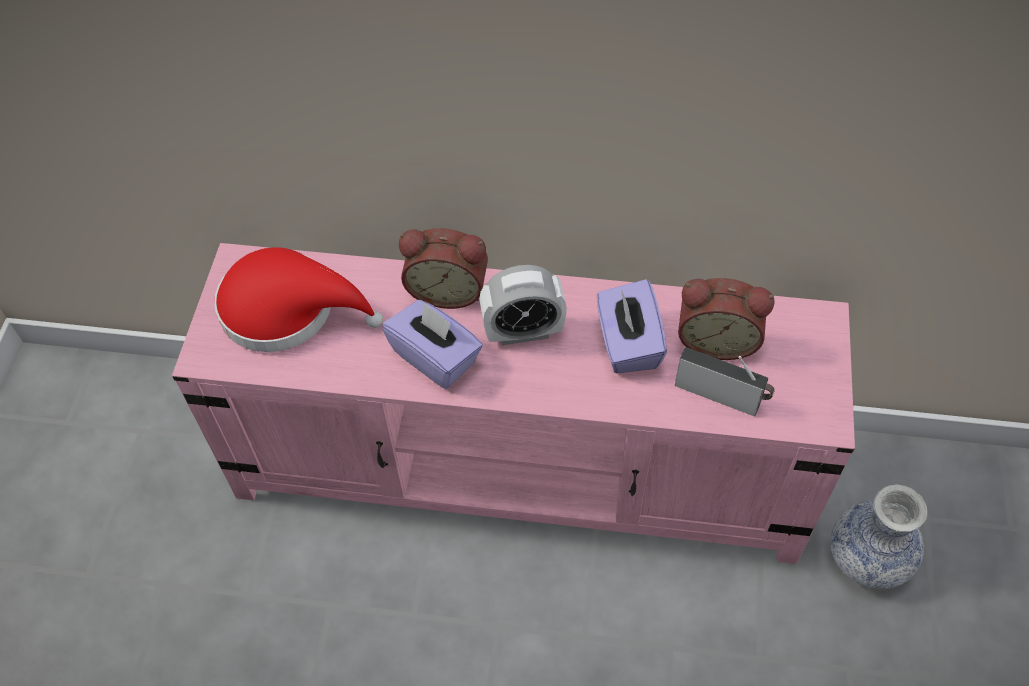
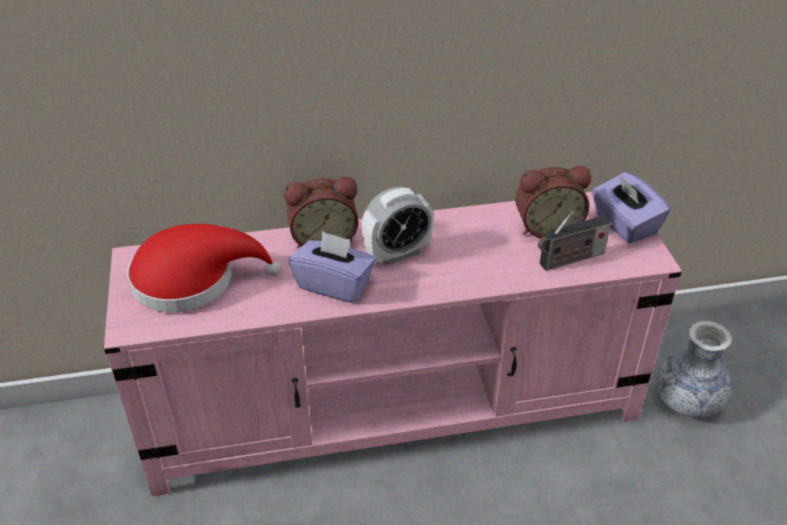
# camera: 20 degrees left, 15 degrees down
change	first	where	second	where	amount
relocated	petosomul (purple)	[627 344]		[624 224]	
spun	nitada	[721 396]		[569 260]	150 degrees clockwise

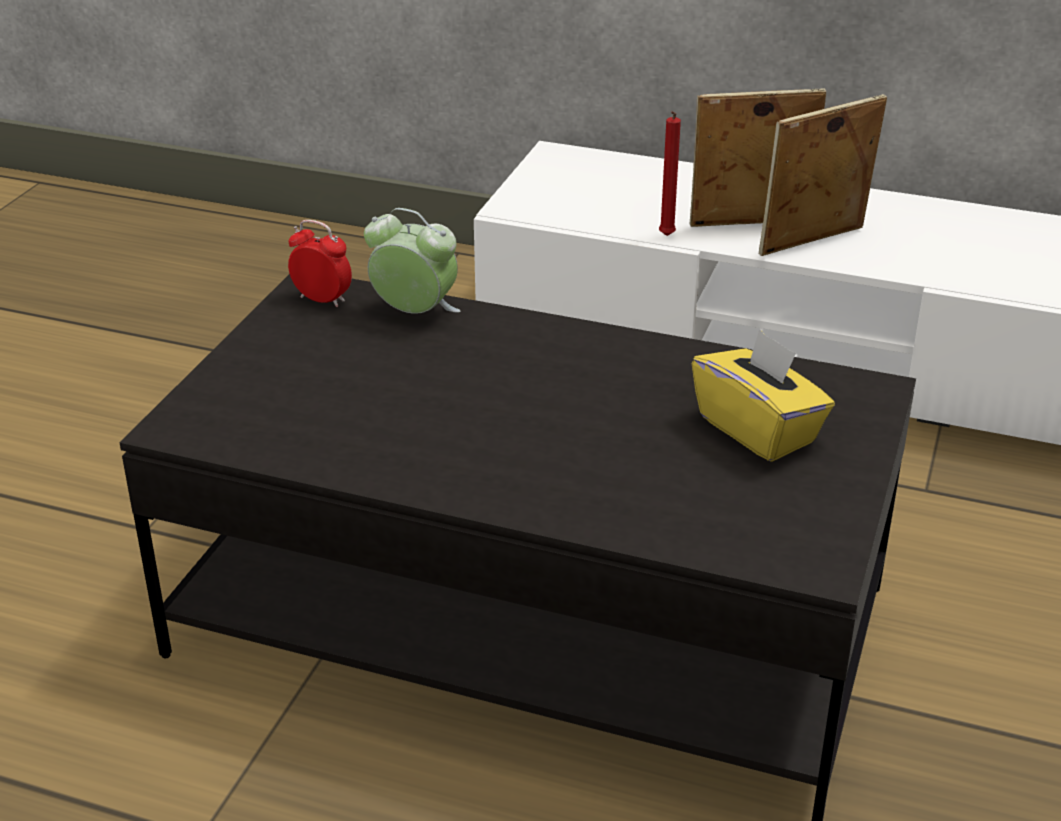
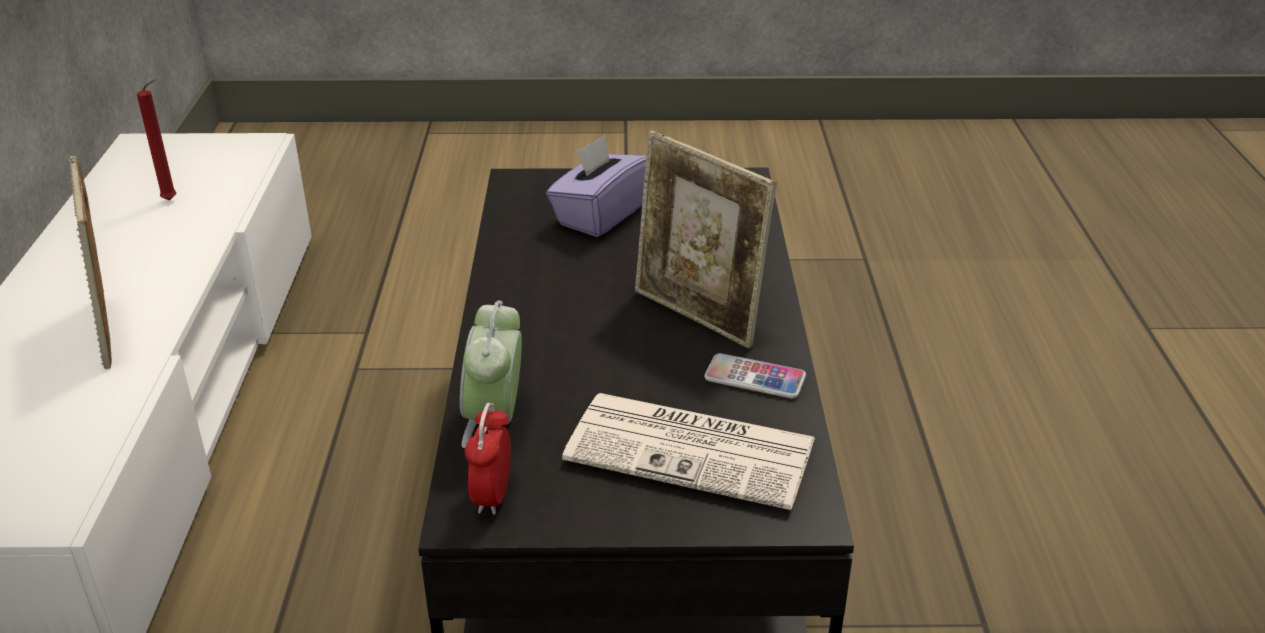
# camera: 110 degrees left, 0 degrees up
change	first	where	second	where	amount
relocated	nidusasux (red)	[666 237]		[172 200]	
colour	petosomul (yellow)	[758 429]	petosomul (purple)	[599 215]	
relocated	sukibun	[813 244]		[697 316]	
appeared			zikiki	[694 450]	
appeared			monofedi	[755 378]	

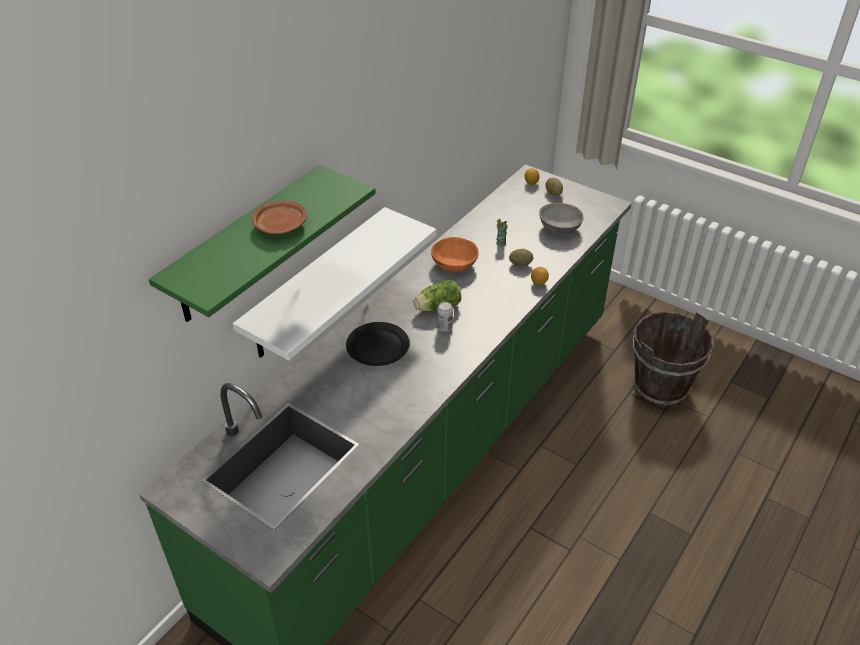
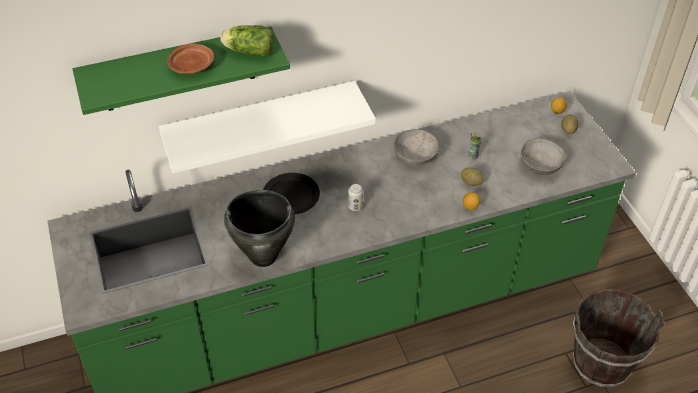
# camera: 35 degrees right, 5 degrees up
change	first	where	second	where	amount
relocated	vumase	[436 307]		[248 51]	
colour	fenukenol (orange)	[454 264]	fenukenol (grey)	[415 156]	
appeared			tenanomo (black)	[263 256]	

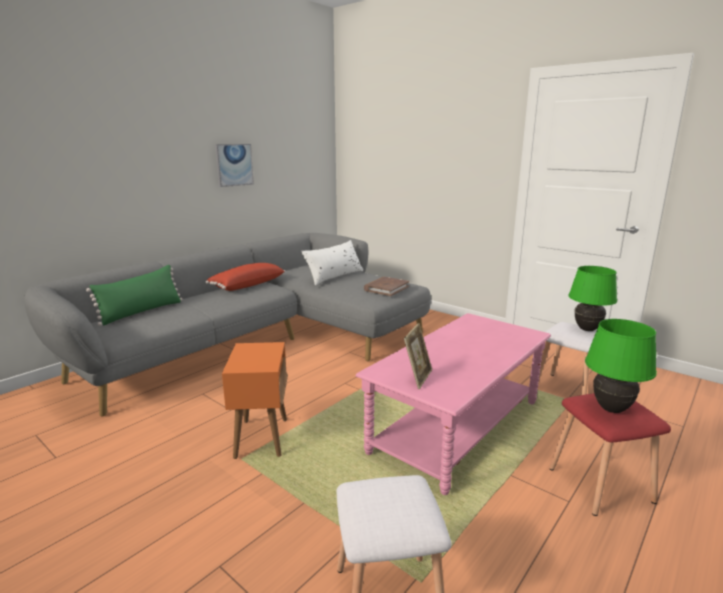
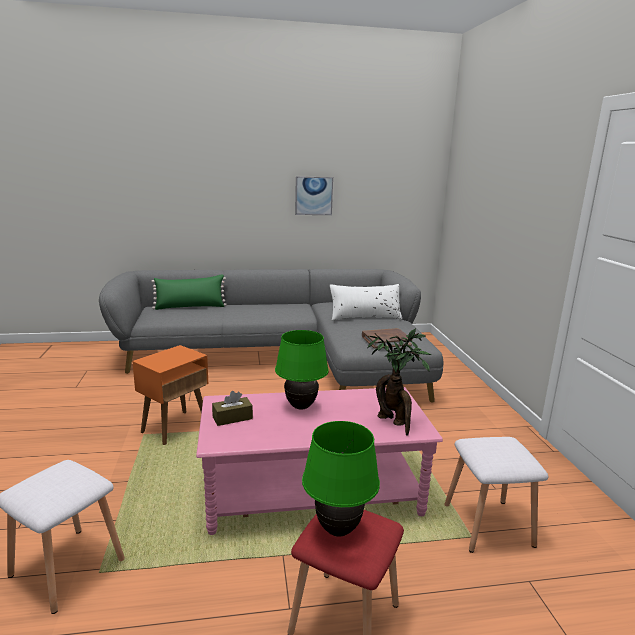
# camera: 40 degrees right, 0 degrees up
change	first	where	second	where	amount
missing	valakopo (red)	[247 285]			
exchanged	sukibun	[417 377]	petosomul (brown)	[232 418]	
relocated	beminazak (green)	[587 329]		[300 407]	
appeared			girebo	[394 422]	

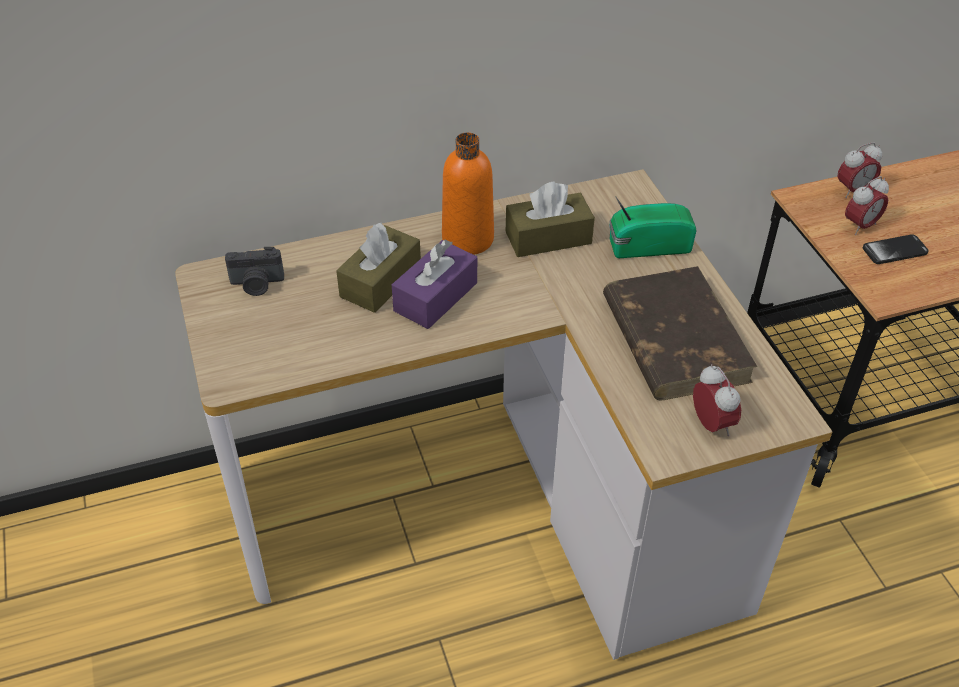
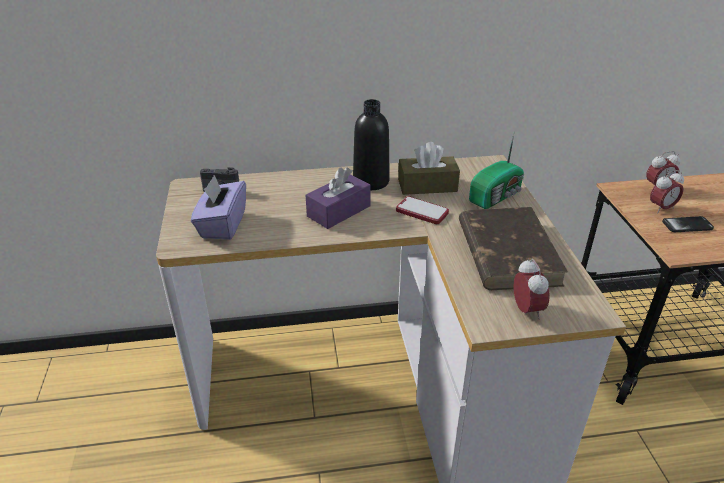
# camera: 10 degrees right, 10 degrees down
change	first	where	second	where	amount
missing	petosomul (brown)	[380 281]			
colour	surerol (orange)	[468 239]	surerol (black)	[371 181]	
spun	nitada	[646 245]		[497 196]	135 degrees clockwise
appeared			petosomul (purple)	[222 225]	
appeared			monofedi	[422 212]	

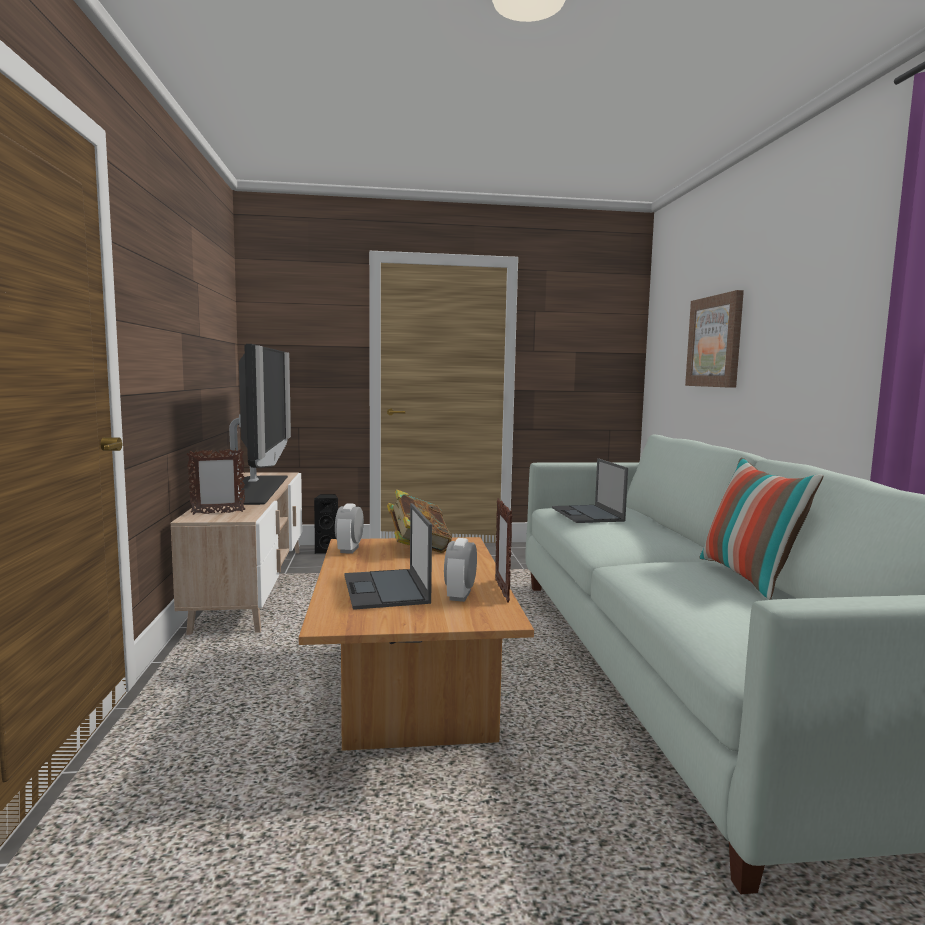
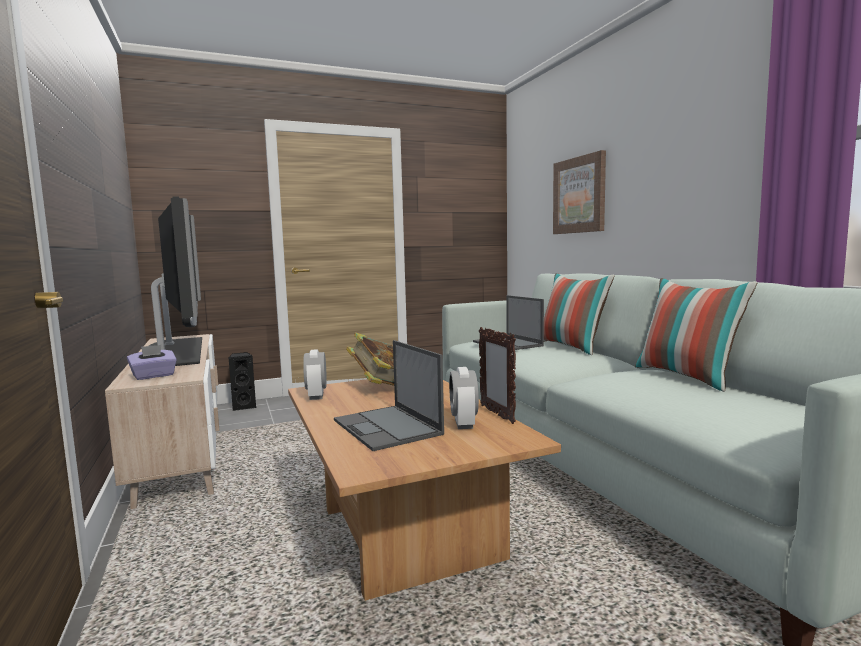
# camera: 15 degrees left, 0 degrees up
change	first	where	second	where	amount
exchanged	sukibun	[217 513]	petosomul (purple)	[154 376]	
appeared			valakopo	[571 347]	

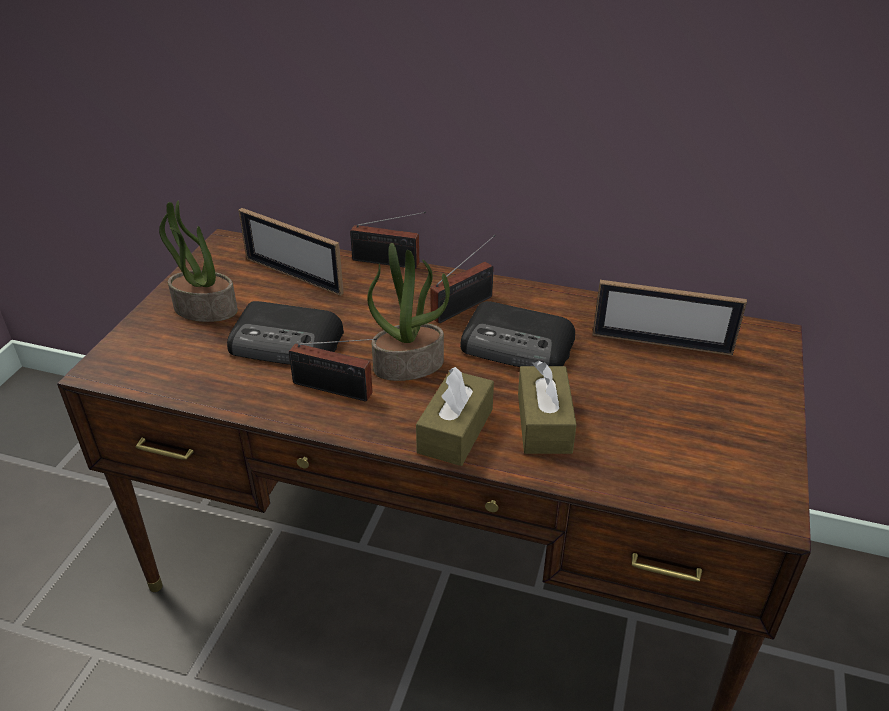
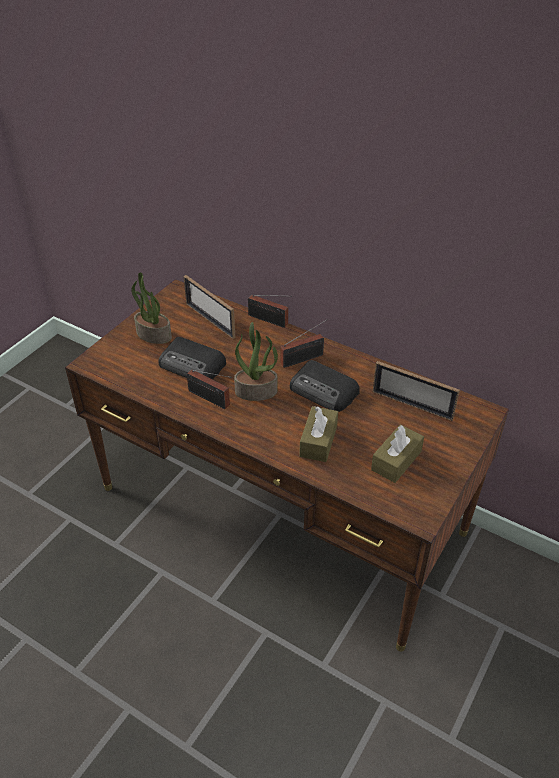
# camera: 15 degrees right, 5 degrees up
change	first	where	second	where	amount
relocated	petosomul (brown)	[455 430]		[396 460]	

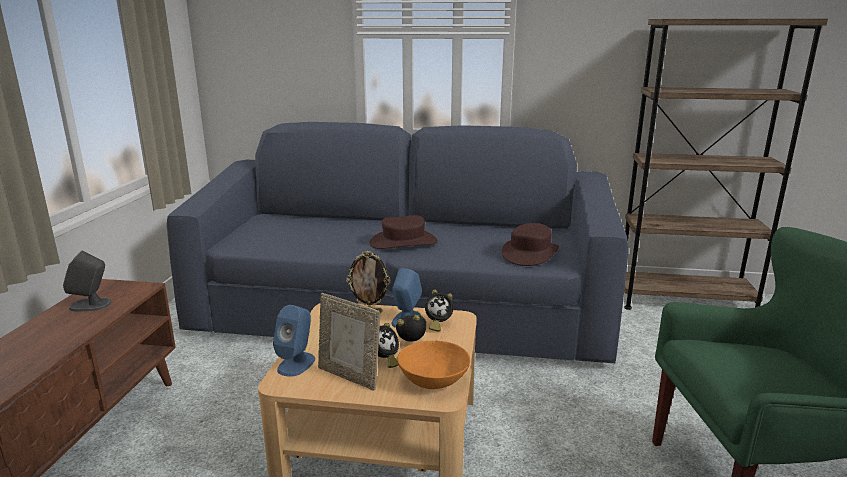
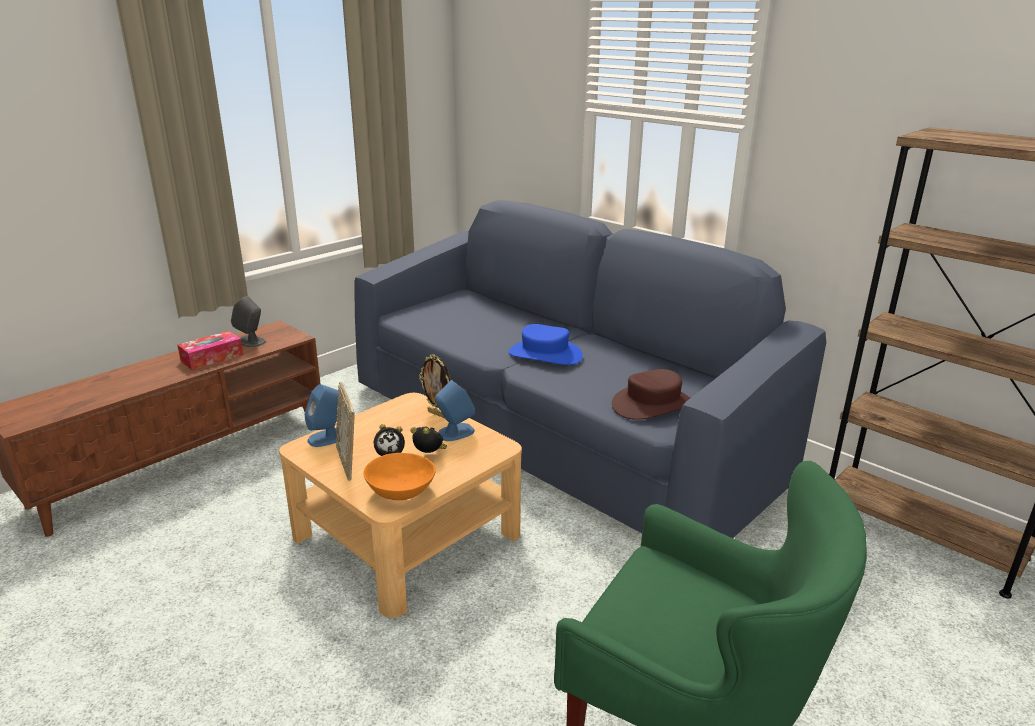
# camera: 35 degrees right, 5 degrees up
change	first	where	second	where	amount
colour	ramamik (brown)	[403 242]	ramamik (blue)	[545 355]	
missing	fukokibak	[437 324]			
appeared			petosomul	[212 358]	

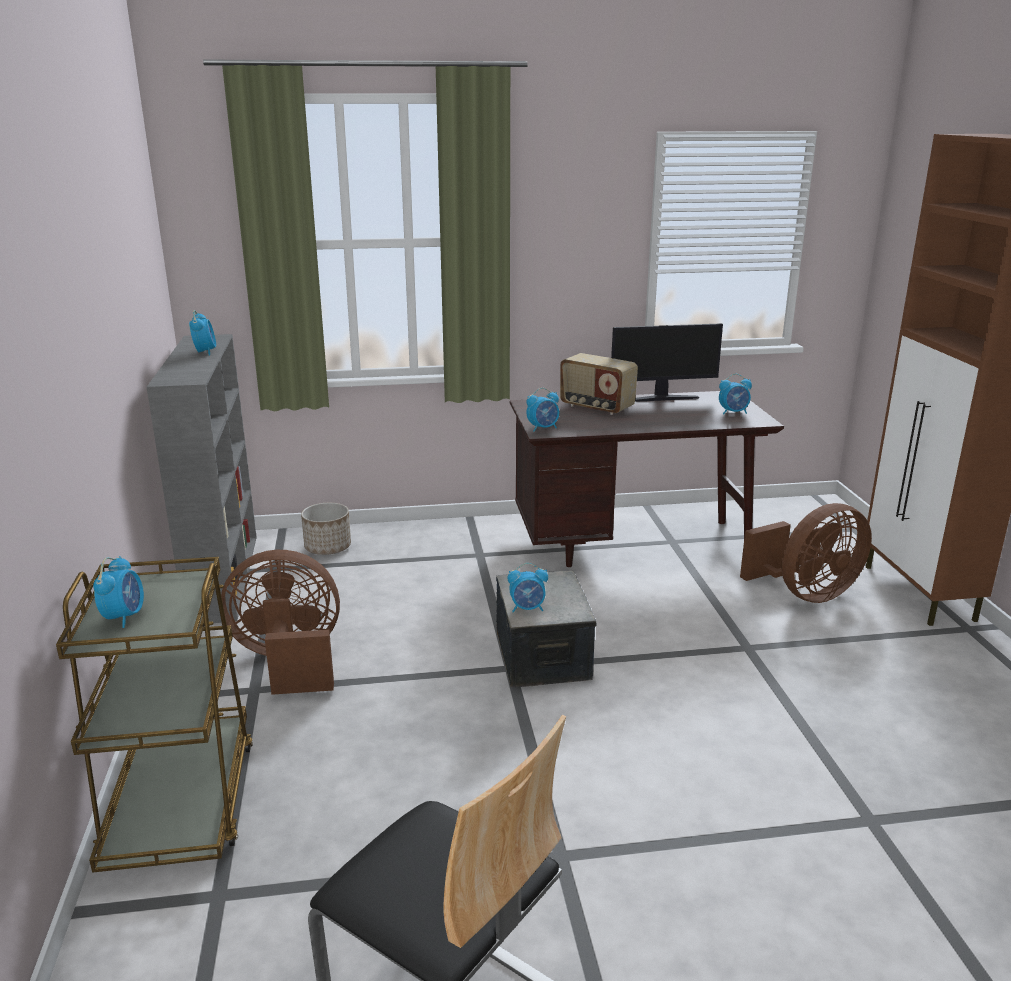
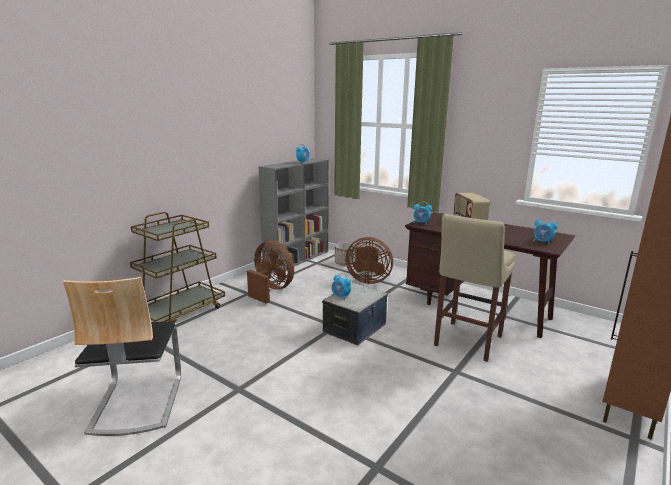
# camera: 45 degrees right, 5 degrees down
change	first	where	second	where	amount
missing	fukokibak	[124 616]			
missing	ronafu	[662 398]			
relocated	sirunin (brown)	[806 593]		[368 280]	
appeared			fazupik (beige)	[466 342]	

